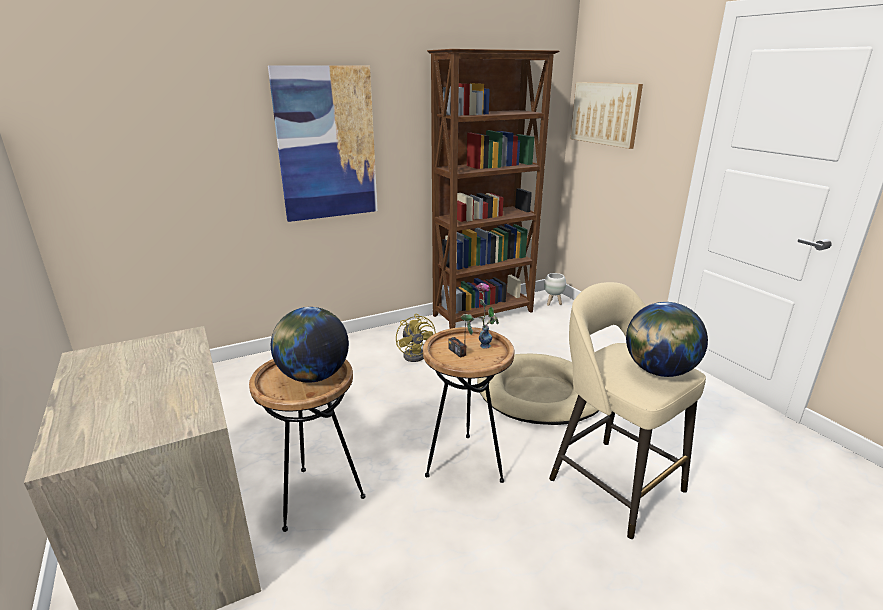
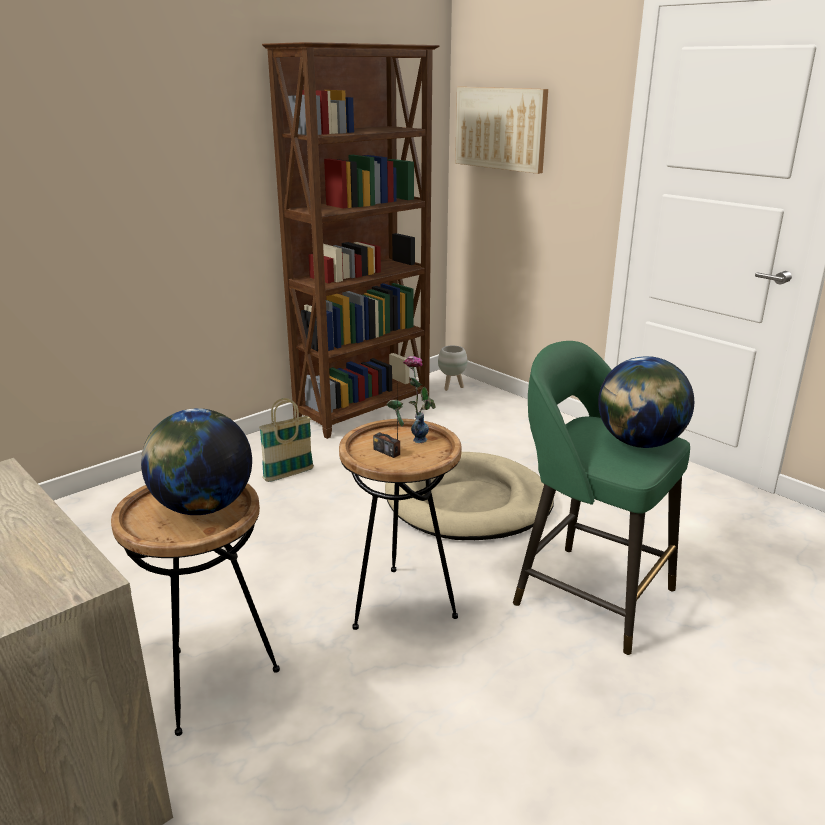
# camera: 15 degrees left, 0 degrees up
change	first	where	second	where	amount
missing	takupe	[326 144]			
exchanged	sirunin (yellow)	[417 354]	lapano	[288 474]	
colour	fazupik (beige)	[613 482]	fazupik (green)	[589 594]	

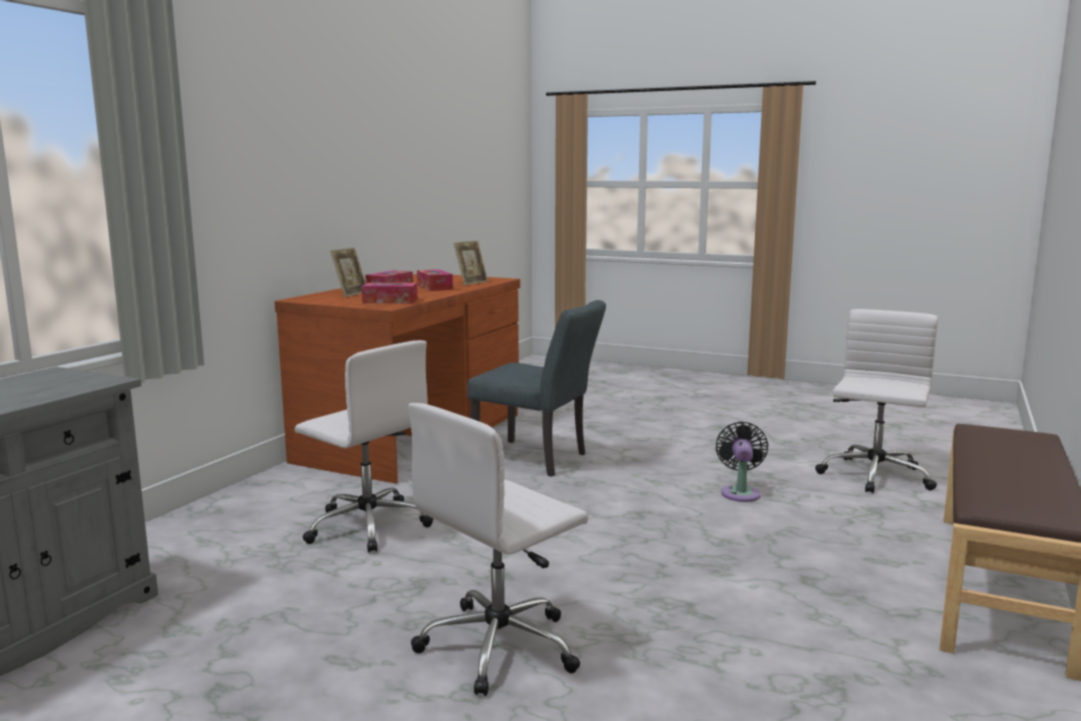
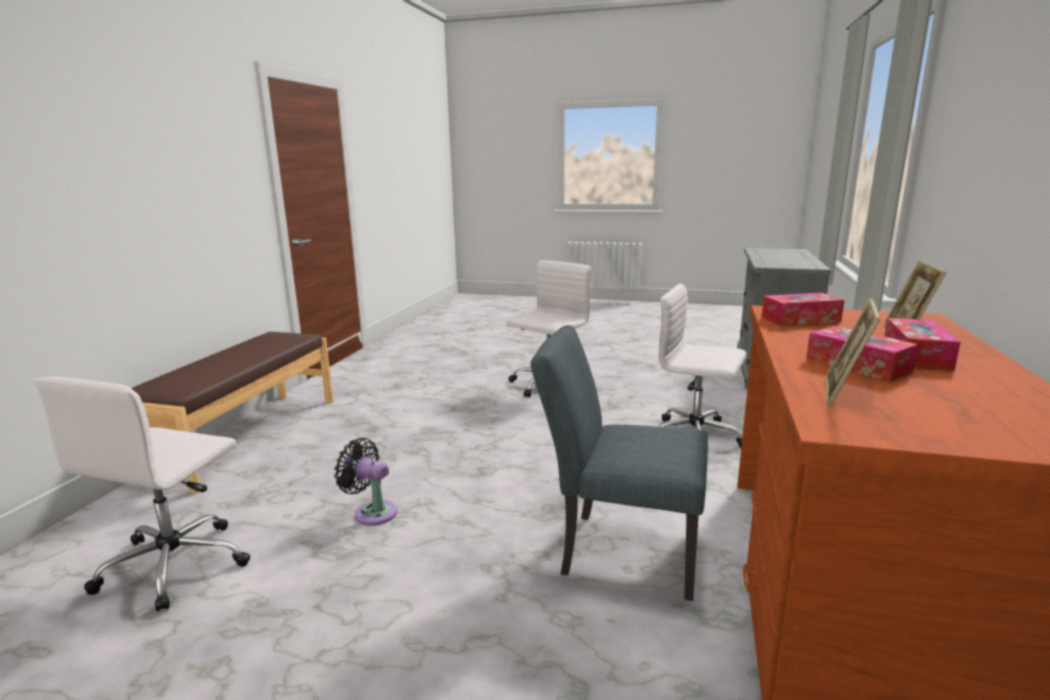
# camera: 170 degrees right, 5 degrees up
change	first	where	second	where	amount
spun	sirunin (black)	[740 492]		[372 512]	120 degrees clockwise

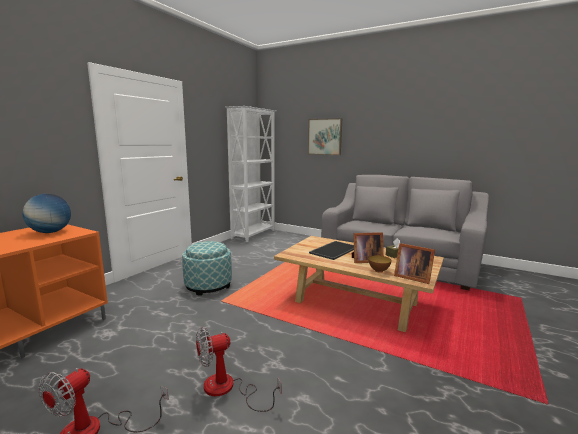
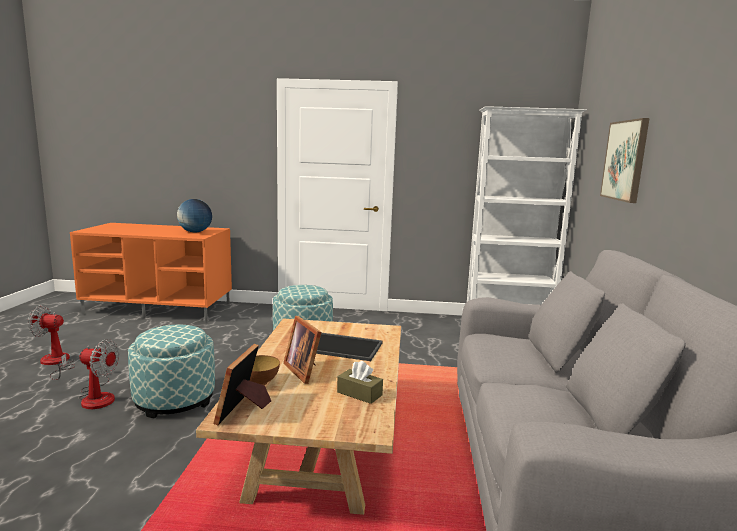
# camera: 65 degrees right, 0 degrees up
change	first	where	second	where	amount
spun	sirunin	[228 389]		[98 396]	150 degrees clockwise
appeared			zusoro	[174 399]	

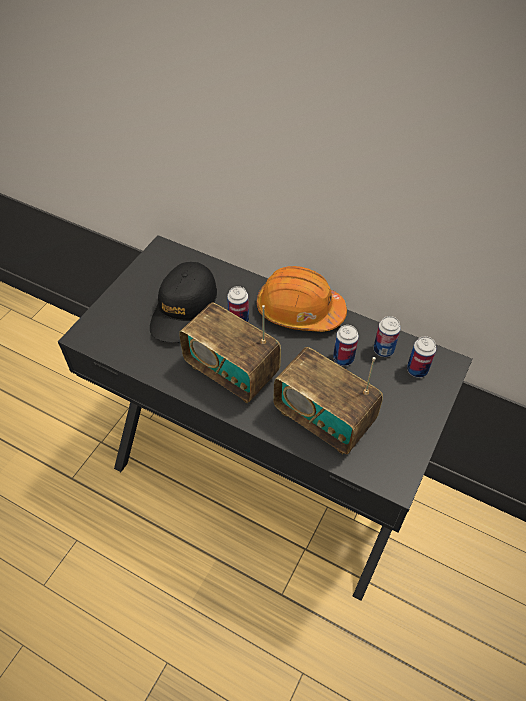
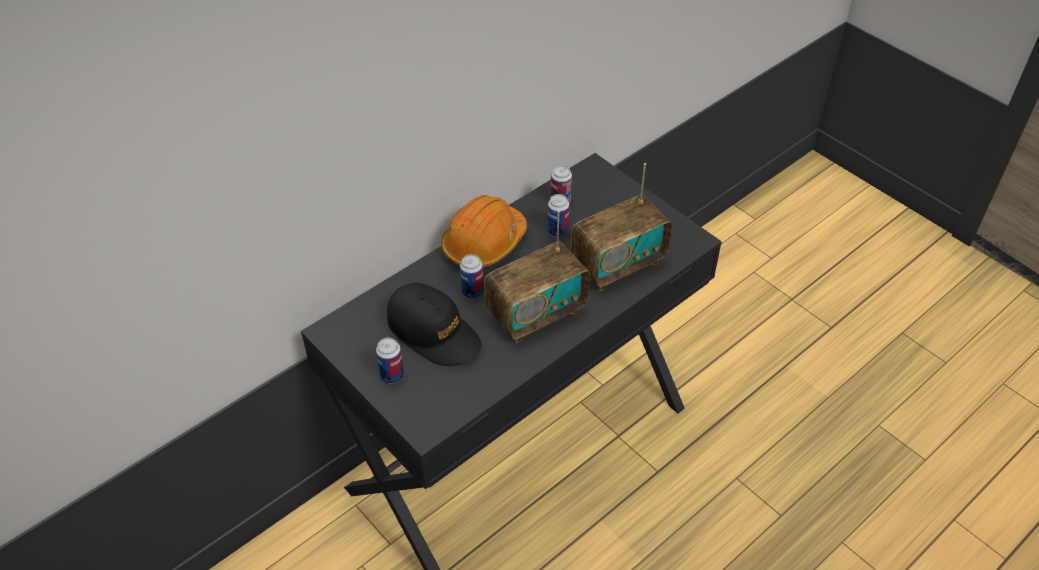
# camera: 70 degrees left, 5 degrees down
change	first	where	second	where	amount
relocated	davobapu	[417 370]		[392 375]	

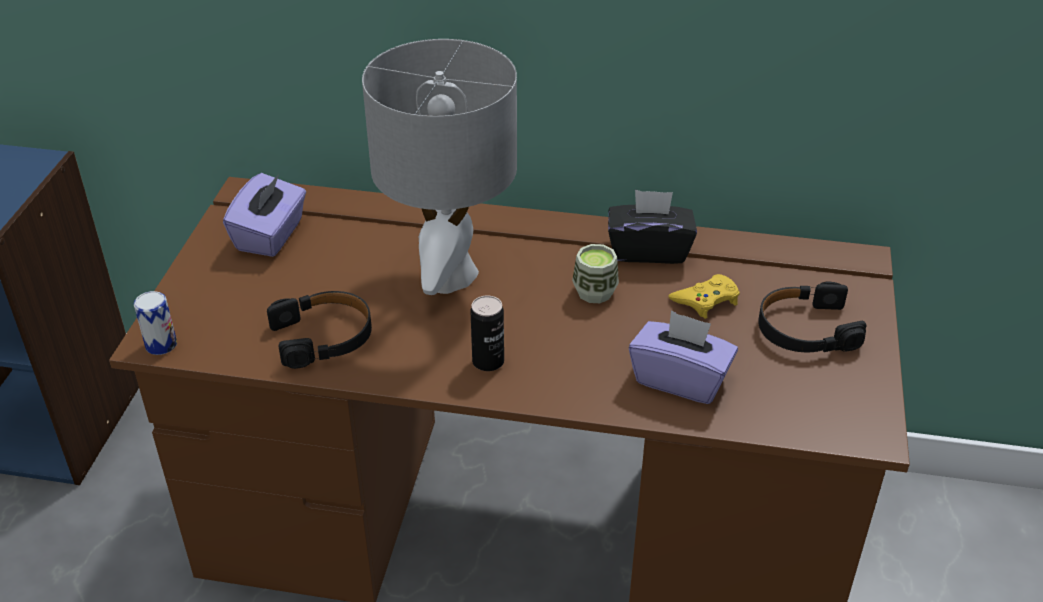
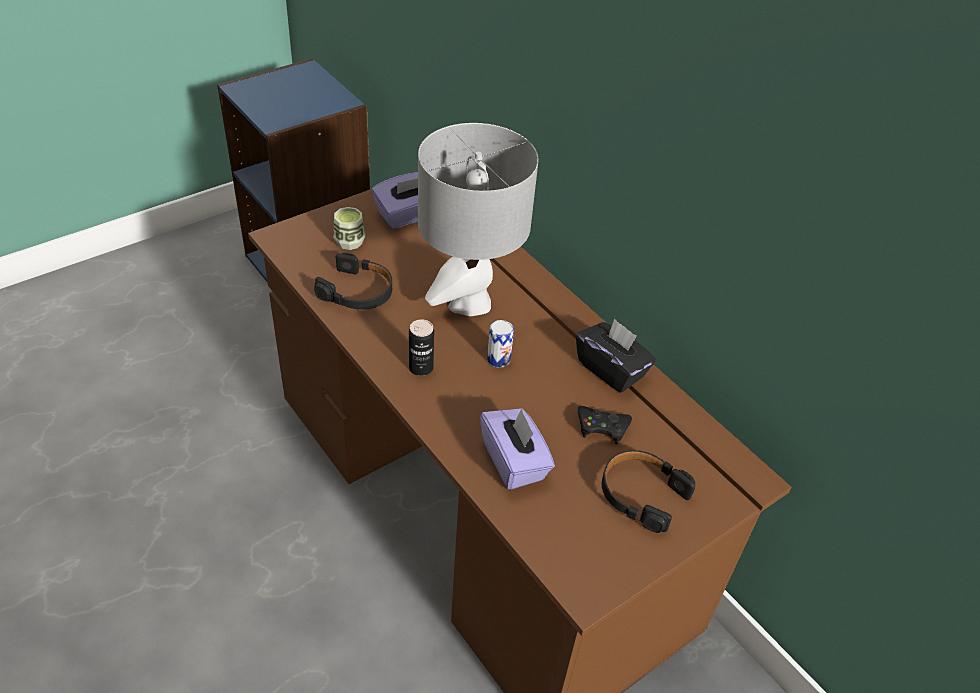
# camera: 40 degrees right, 5 degrees up
change	first	where	second	where	amount
relocated	davobapu	[161 345]		[498 359]	
relocated	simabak	[594 292]		[349 242]	
colour	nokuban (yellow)	[706 300]	nokuban (black)	[602 427]	

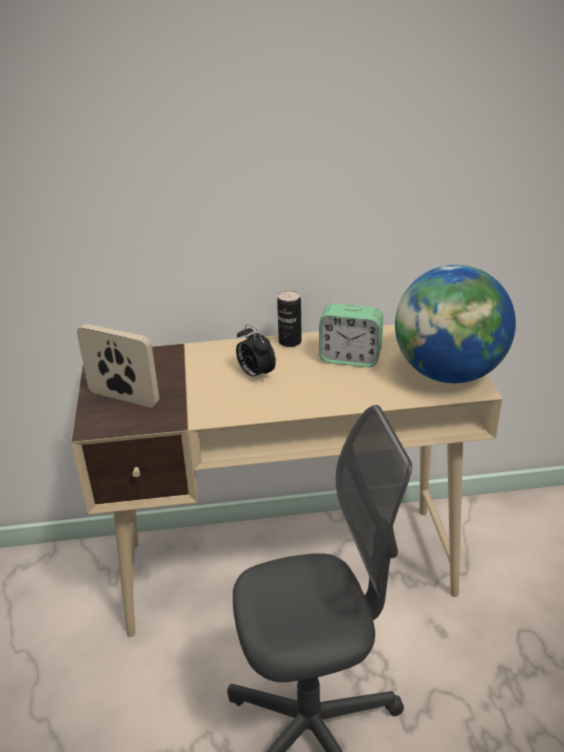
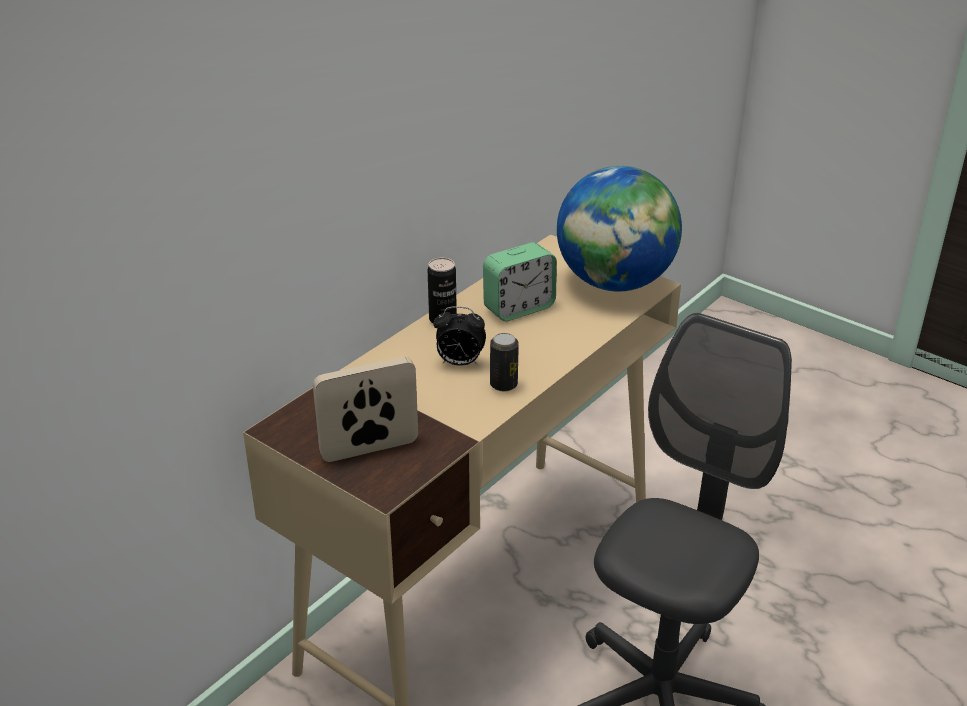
# camera: 45 degrees left, 0 degrees up
change	first	where	second	where	amount
appeared			davobapu	[503 384]	

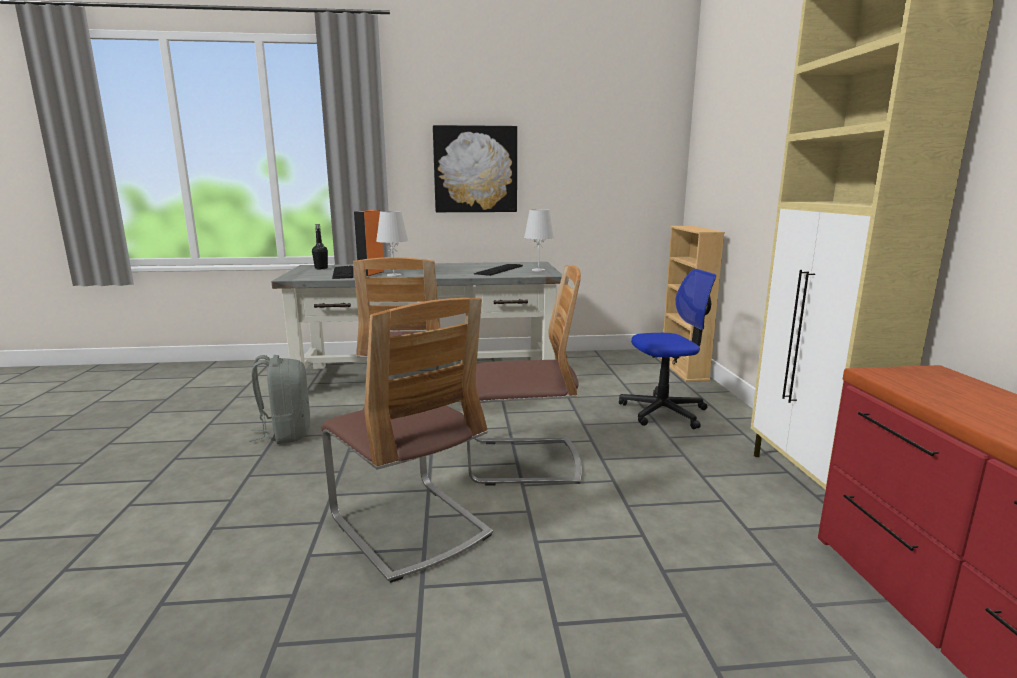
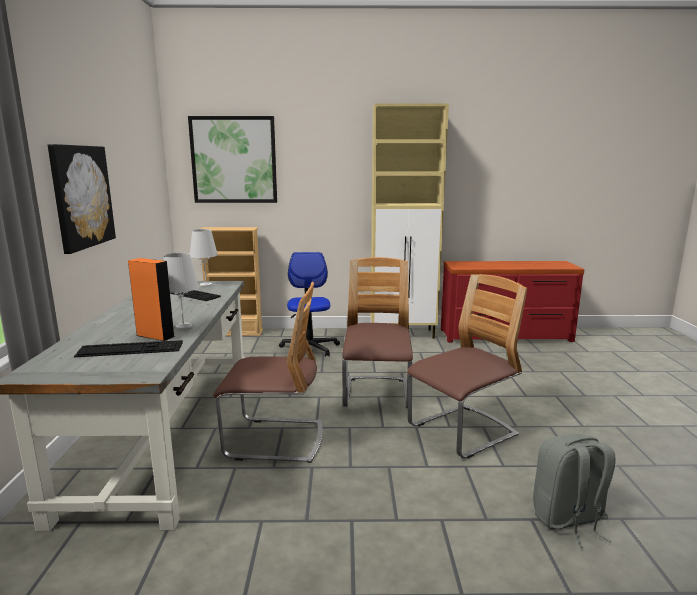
# camera: 85 degrees left, 0 degrees up
change	first	where	second	where	amount
relocated	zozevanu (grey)	[286 433]		[568 520]	
missing	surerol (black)	[321 268]			
appeared			takupe	[234 160]	

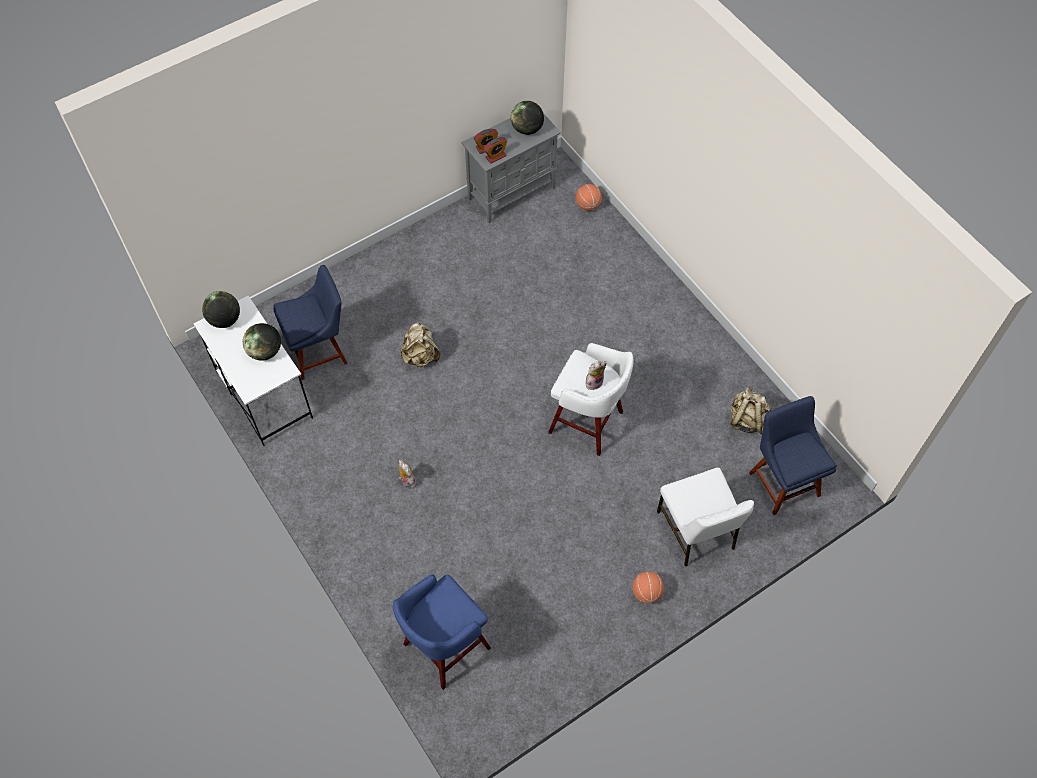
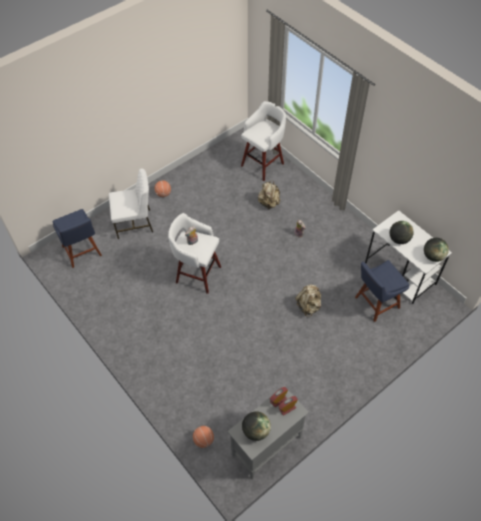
# camera: 175 degrees right, 5 degrees down
change	first	where	second	where	amount
colour	fazupik (blue)	[444 648]	fazupik (white)	[263 164]	
spun	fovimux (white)	[697 531]		[135 223]	105 degrees clockwise
relocated	zozevanu (beige)	[747 419]		[269 203]	

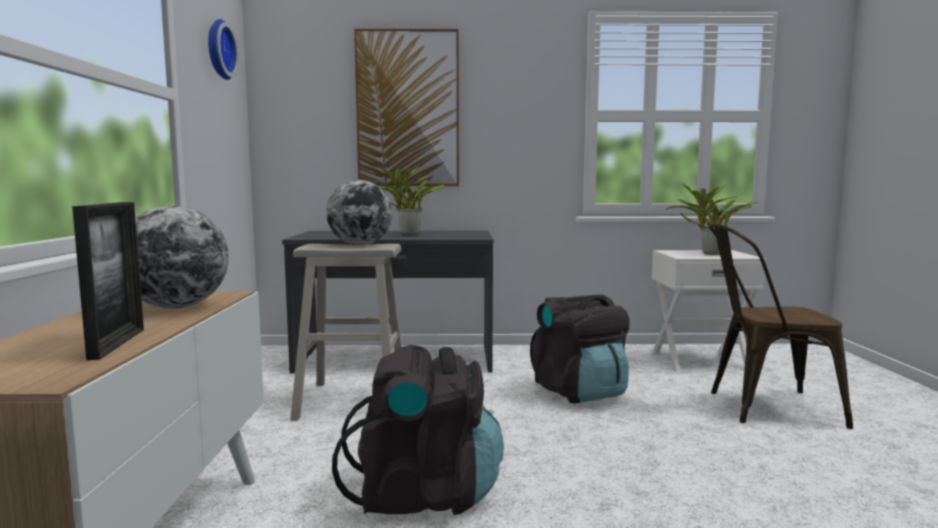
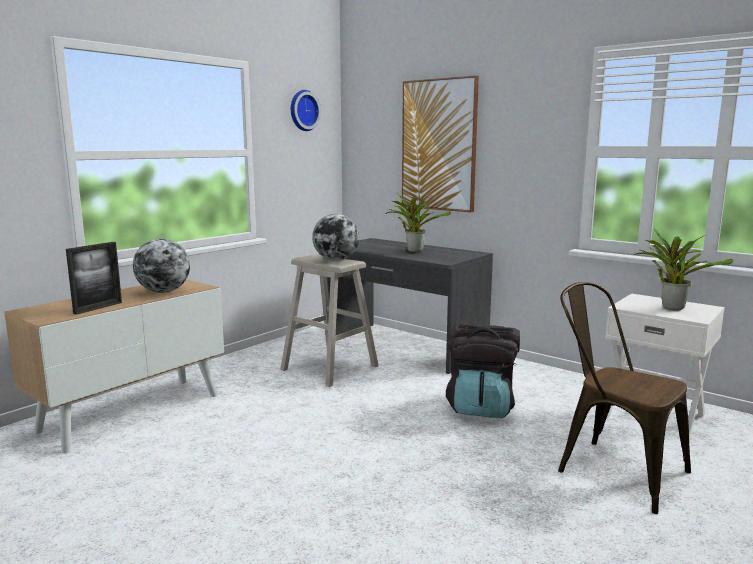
# camera: 40 degrees right, 5 degrees up
change	first	where	second	where	amount
missing	zozevanu (black)	[424 494]			

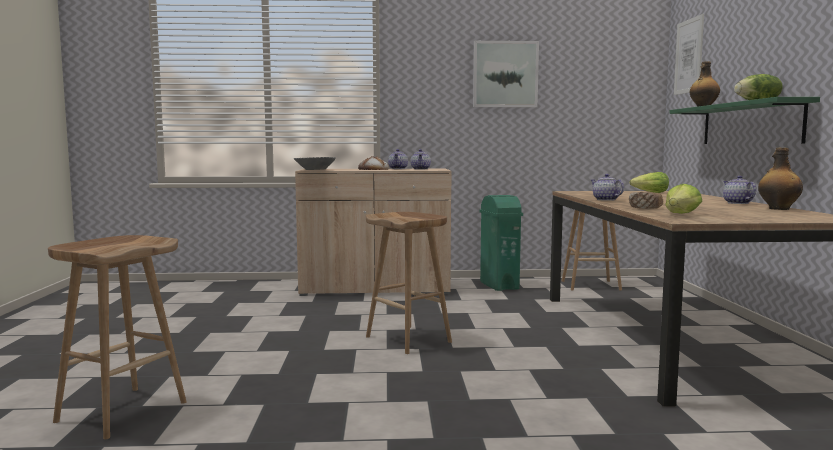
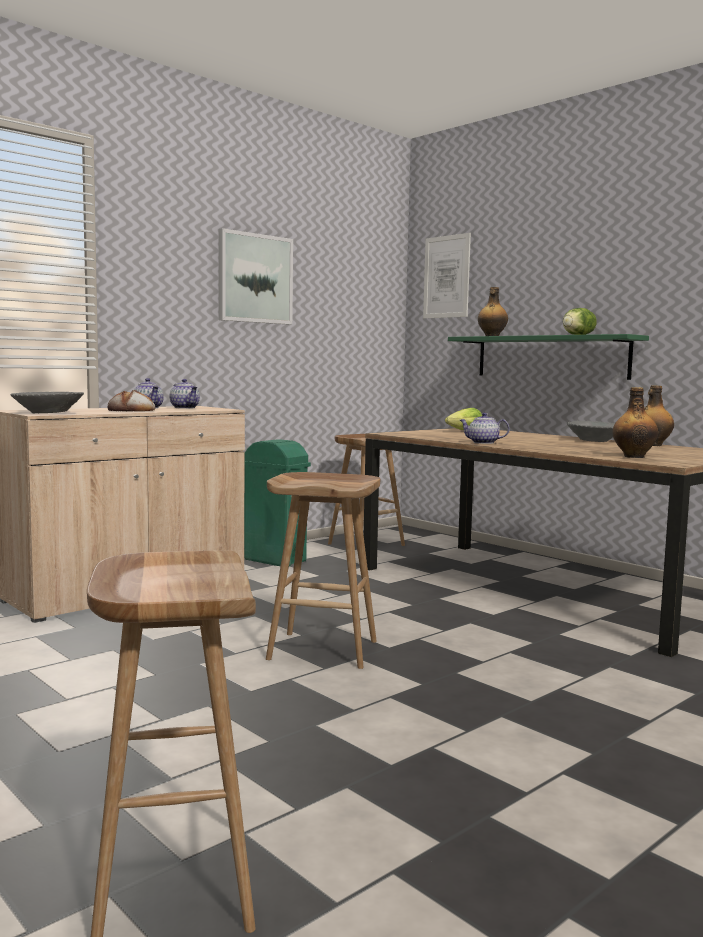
# camera: 40 degrees left, 0 degrees up
change	first	where	second	where	amount
missing	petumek	[644 208]			
exchanged	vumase	[681 214]	surerol	[633 456]	
exchanged	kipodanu	[737 203]	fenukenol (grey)	[594 440]	

